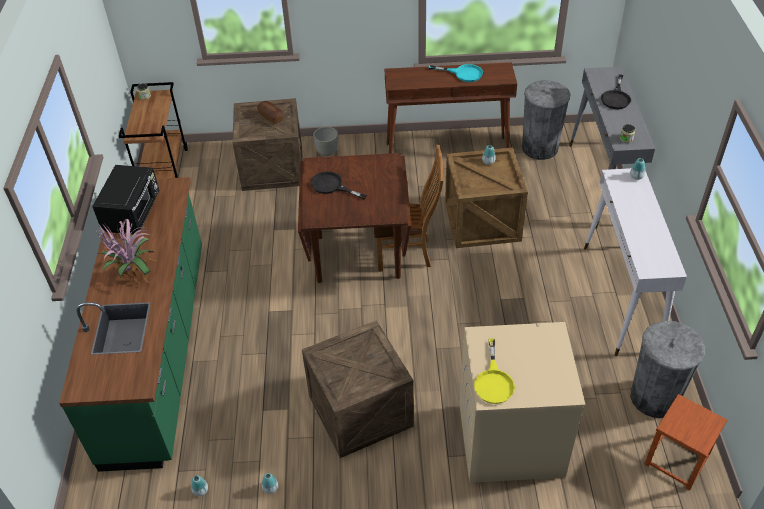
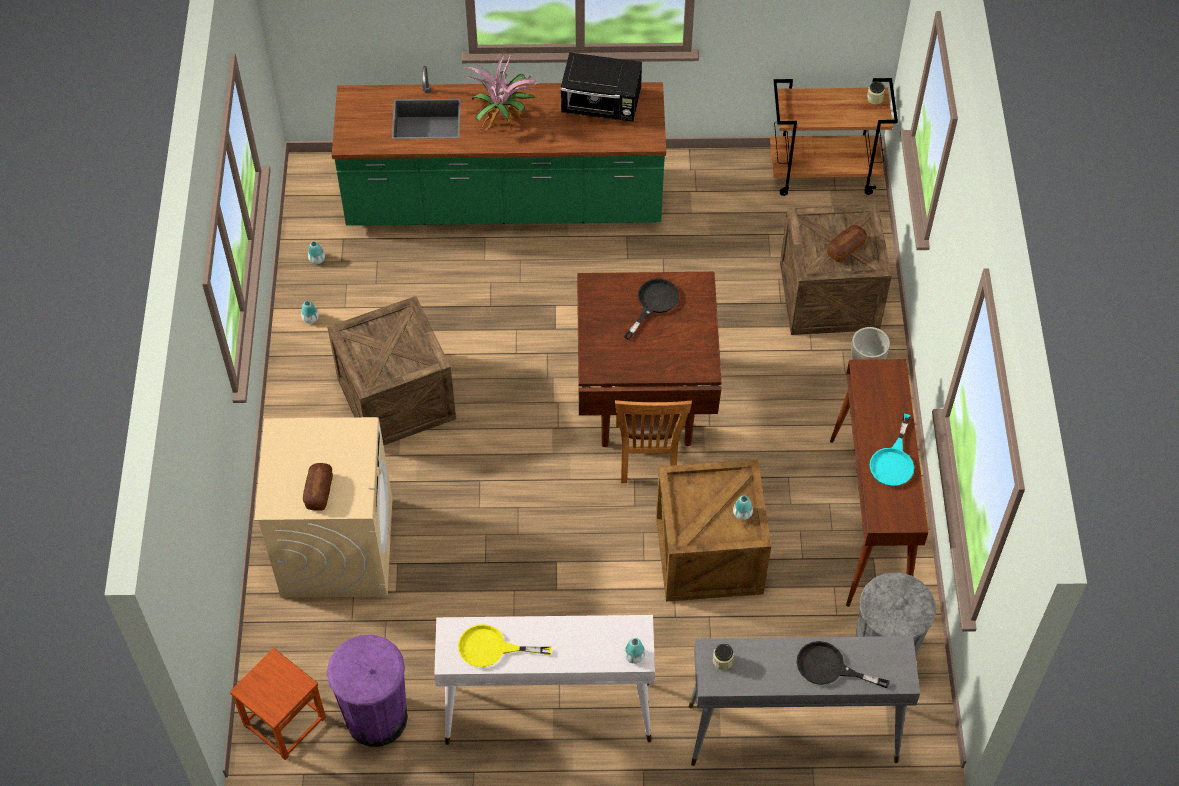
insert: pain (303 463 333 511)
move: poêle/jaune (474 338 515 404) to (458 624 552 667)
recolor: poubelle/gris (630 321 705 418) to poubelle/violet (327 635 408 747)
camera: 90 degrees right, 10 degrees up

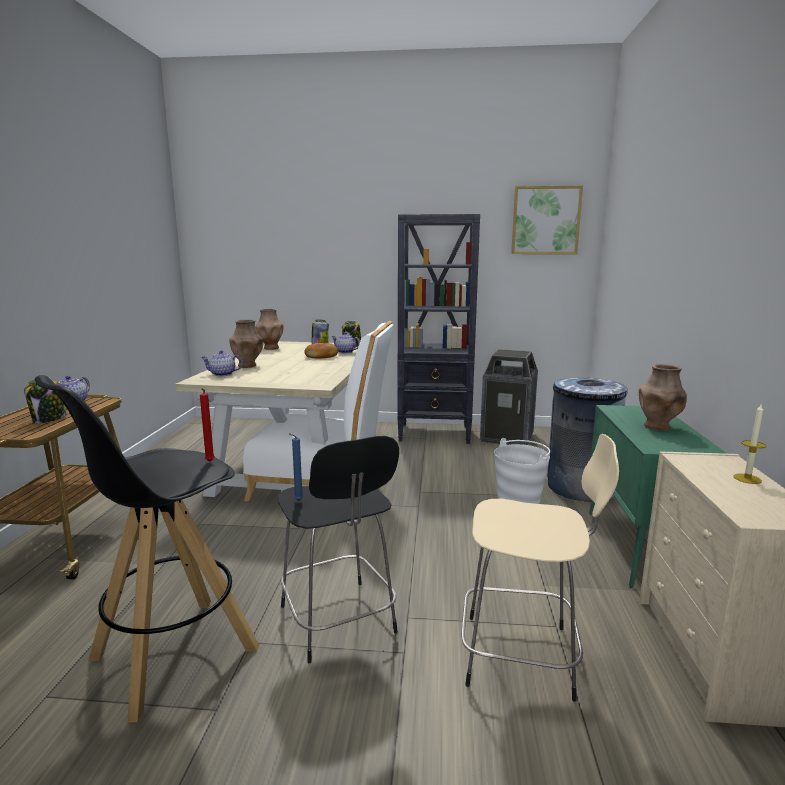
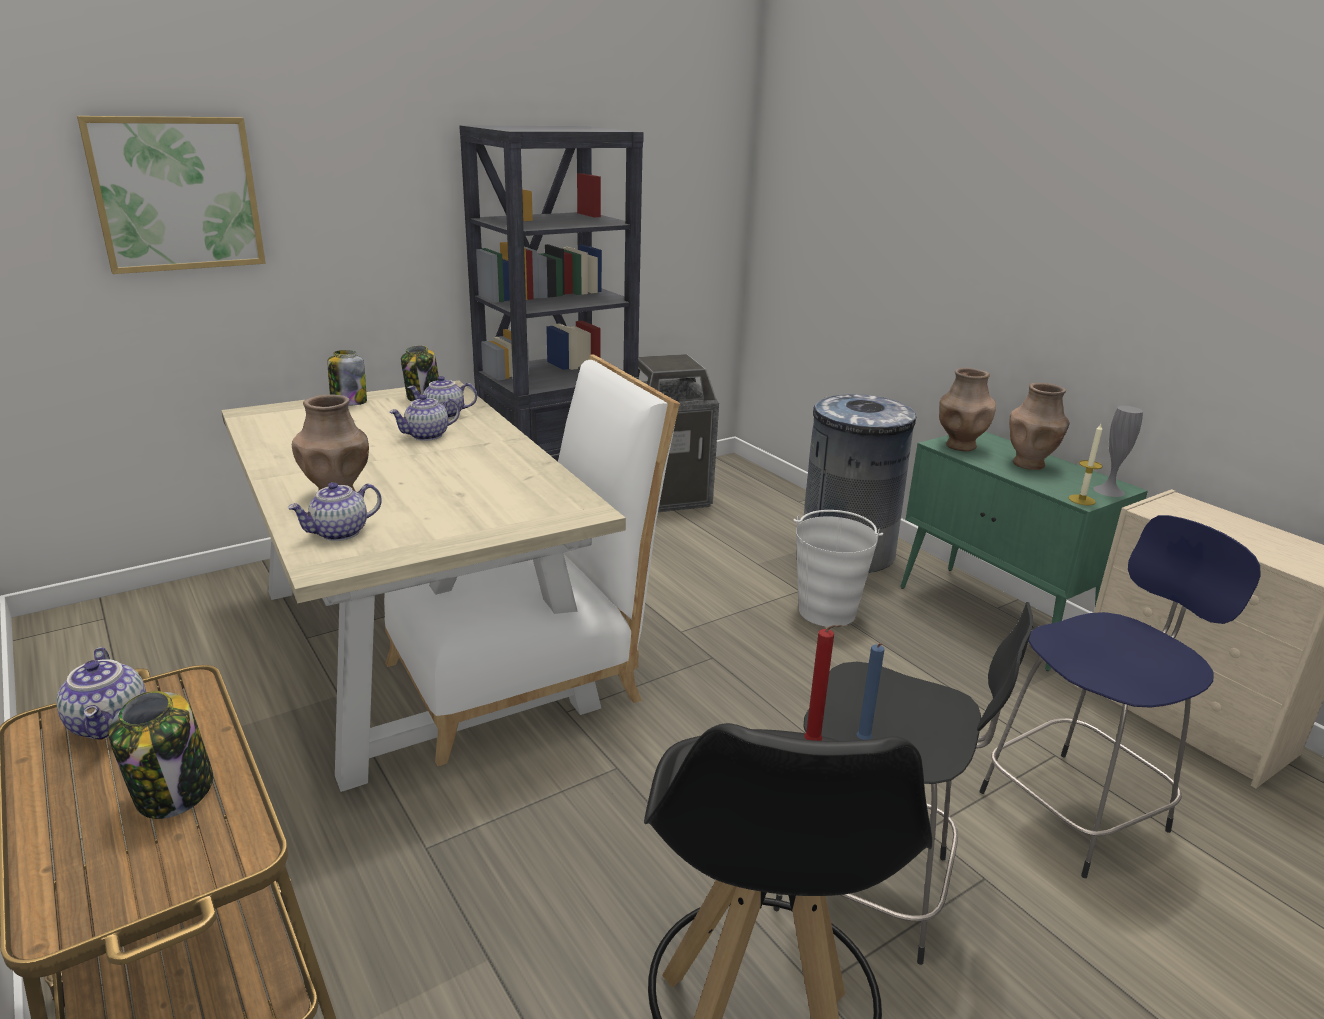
insert: vase/gris (1093 406 1143 497)
move: vase/marron (256 309 283 350) to (939 368 996 451); tableau (511 186 583 254) to (77 116 266 274); bougie (733 404 766 484) to (1068 424 1103 505)
replace: pain (304 343 338 359) to théière (389 395 460 441)
recolor: tabouret/beige (461 434 619 702) to tabouret/bleu (979 515 1260 878)
camera: 40 degrees left, 10 degrees up

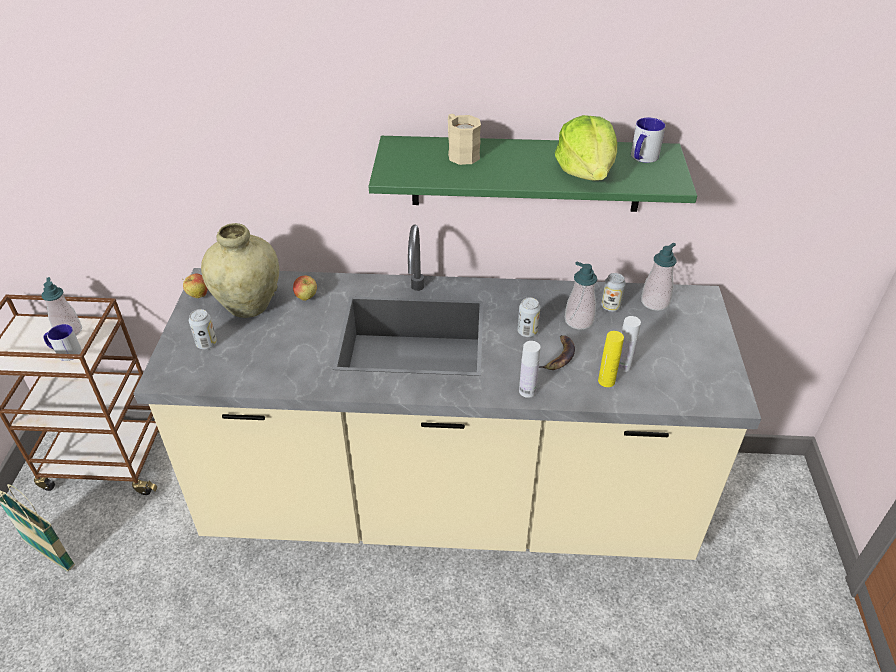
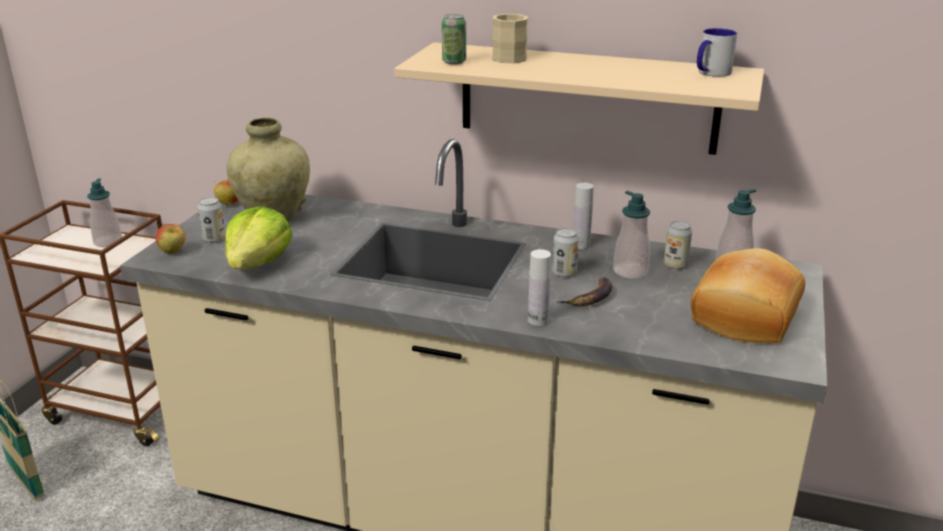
delete: mug (44 324 82 361); bouteille/jaune (598 331 624 387)
insert: boîte métallique (442 14 466 64); pain (691 248 805 343)
move: pomme (293 276 317 301) to (156 224 186 254); laitue (555 115 617 181) to (225 206 293 269); bouteille/blanc (618 316 641 372) to (573 183 594 249)
recolor: étagère/vert (369 136 697 212) to étagère/beige (394 42 764 155)
camera: 15 degrees right, 15 degrees down

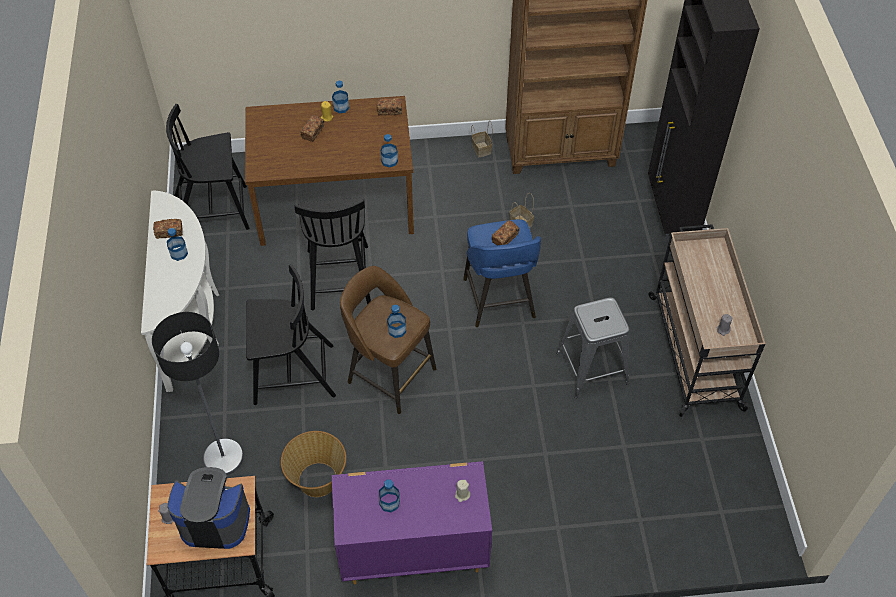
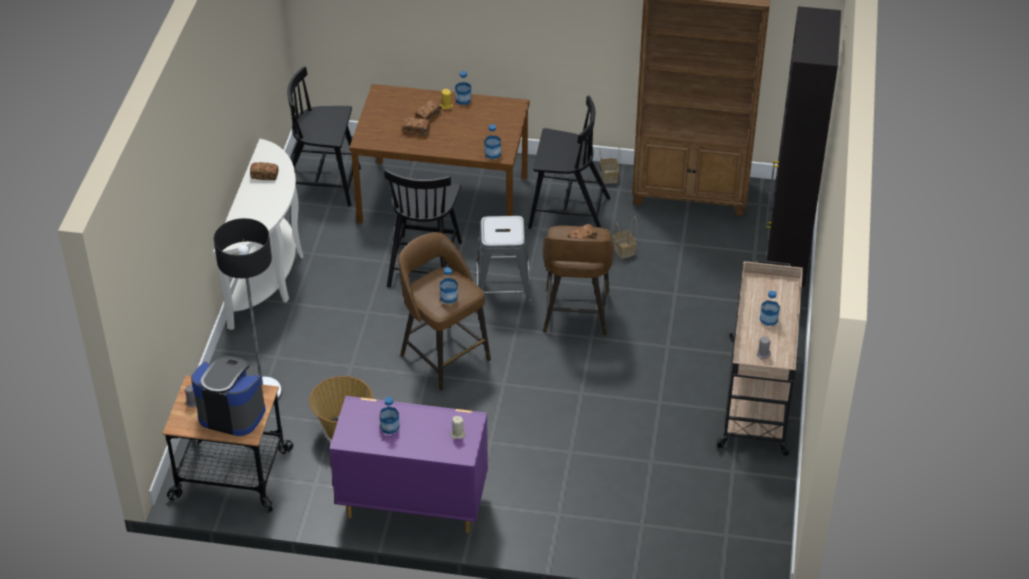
move: bouteille (167 228 188 261) to (760 290 780 326); chaise/noir (246 264 336 405) to (528 96 611 229); pain (377 98 402 116) to (402 117 430 136); tabouret/gris (556 298 629 398) to (475 216 532 313)
recolor: tabouret/bleu (463 219 541 327) to tabouret/marron (543 226 614 335)
camera: 15 degrees right, 10 degrees down

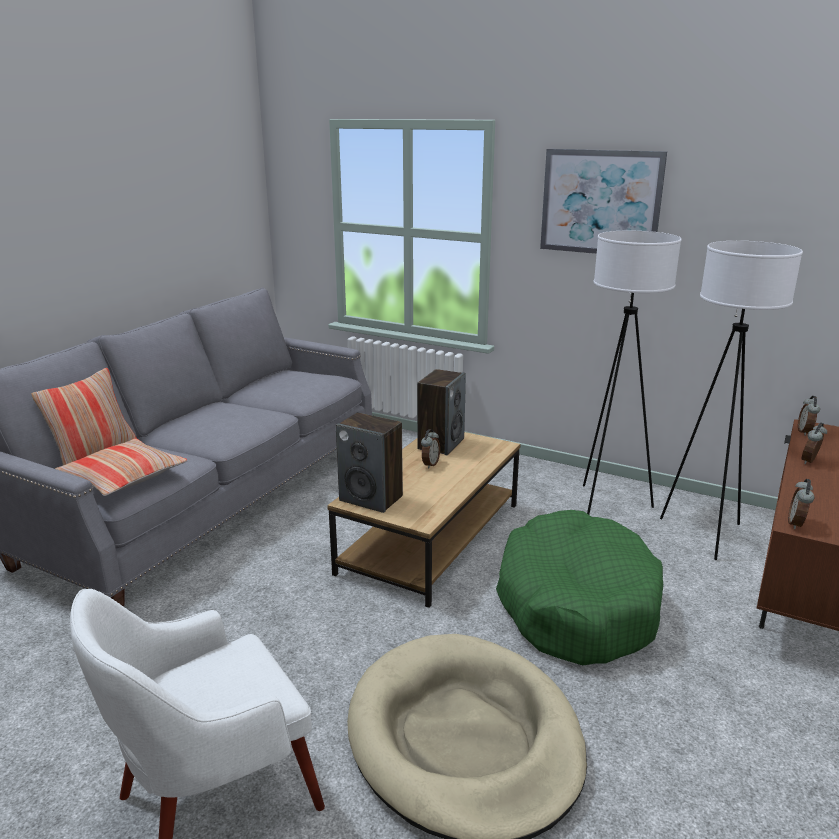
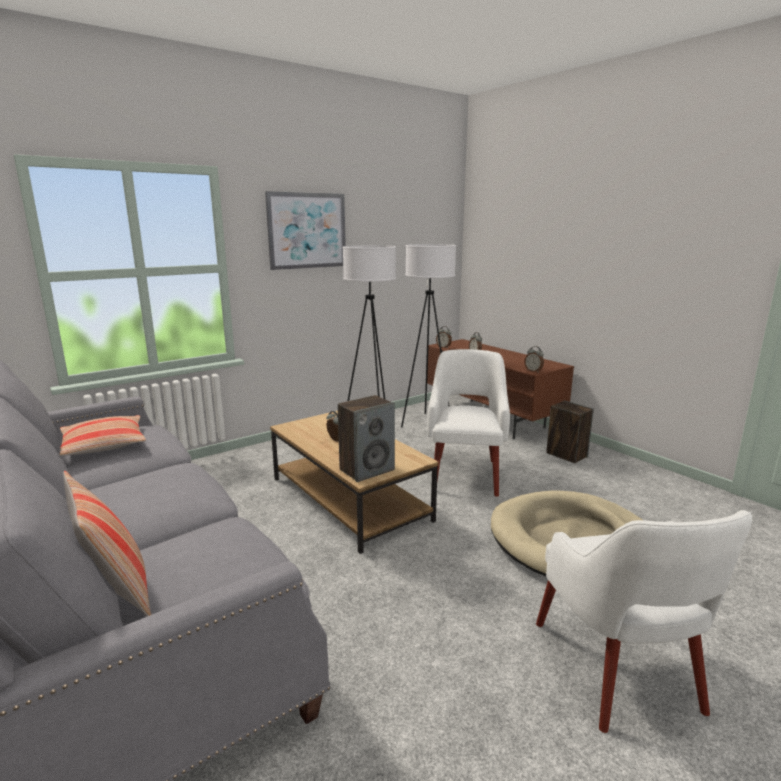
move: coussin (55 438 188 496) to (60 415 146 456); enceinte (417 369 466 455) to (546 400 594 463)
replace: panier pour chien/vert (496 510 663 665) to fauteuil/blanc (427 349 510 497)
camera: 65 degrees left, 5 degrees down

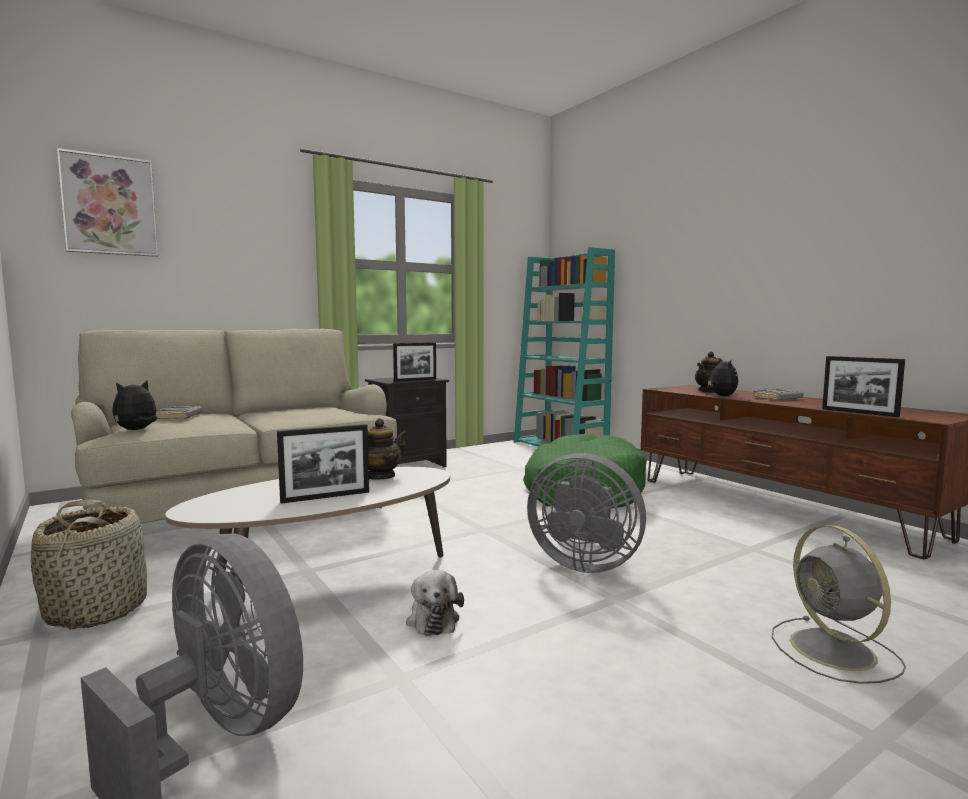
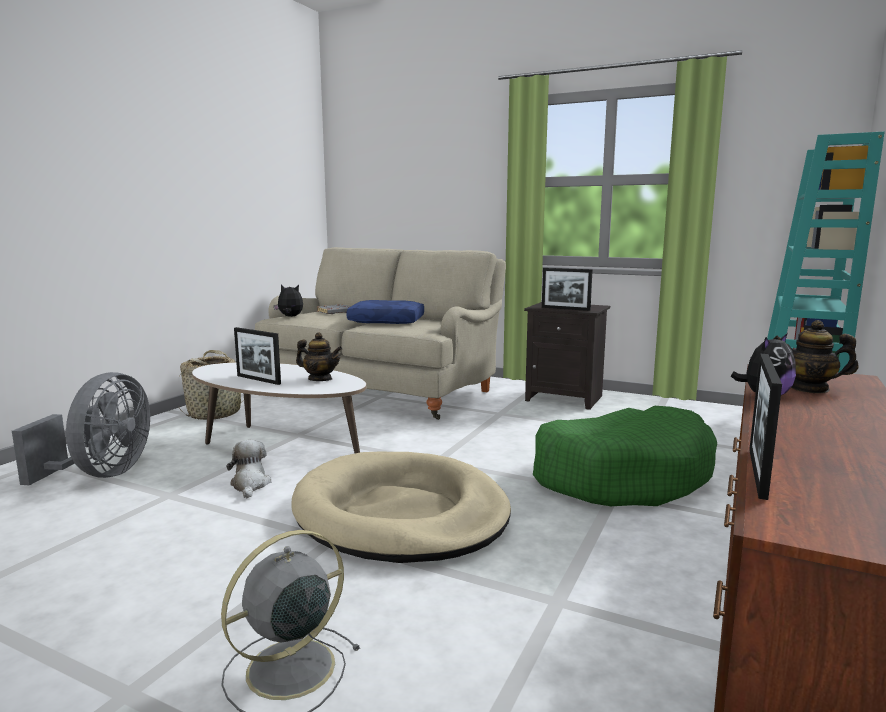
delete: tableau (57 148 158 257); livre/gris (753 388 803 400)
insert: coussin/bleu (346 300 424 324)
replace: ventilateur/gris (527 453 646 573) to panier pour chien/beige (291 452 511 563)
rotate: peluche (406 570 464 636) = (226 440 272 499) 120 degrees clockwise
camera: 60 degrees right, 5 degrees up

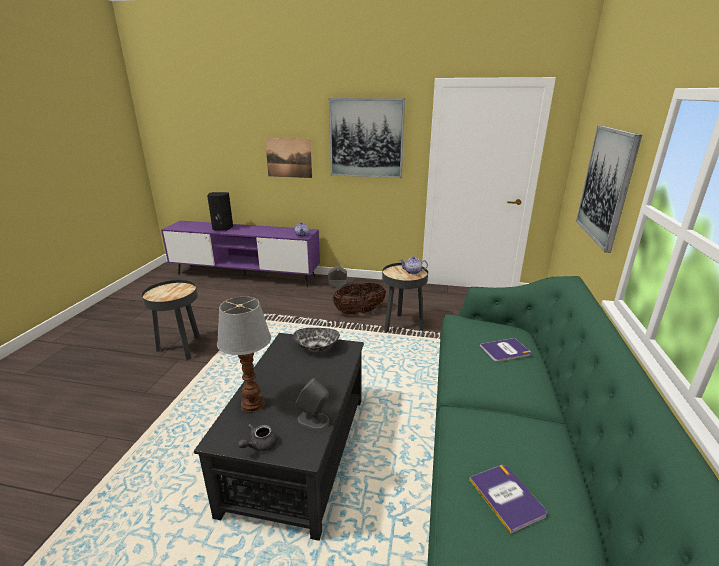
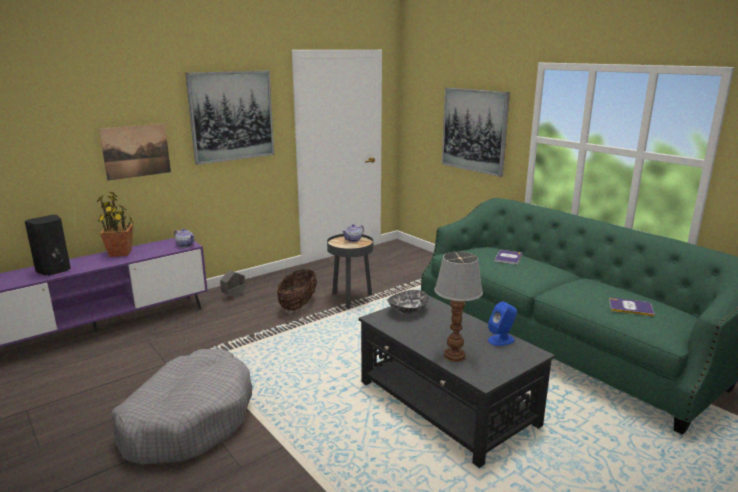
delete: théière/gris (238 424 277 452)
insert: plante en pot (97 192 133 257)
replace: table d'appoint/noir (142 280 200 360) to panier pour chien/gris (112 349 252 465)
recolor: enceinte/gris (295 378 330 430) to enceinte/bleu (488 302 517 346)
camera: 50 degrees left, 5 degrees down

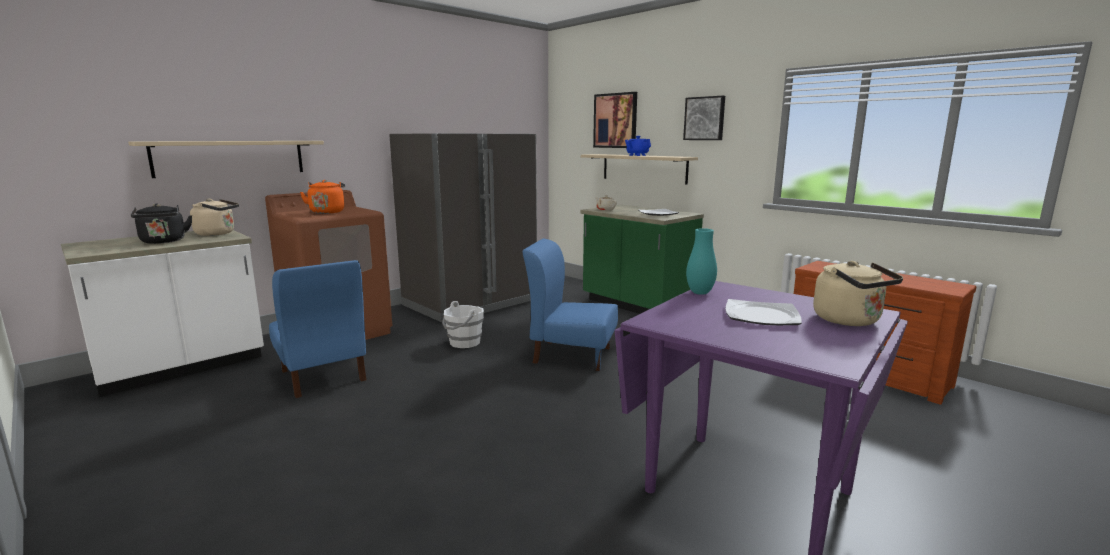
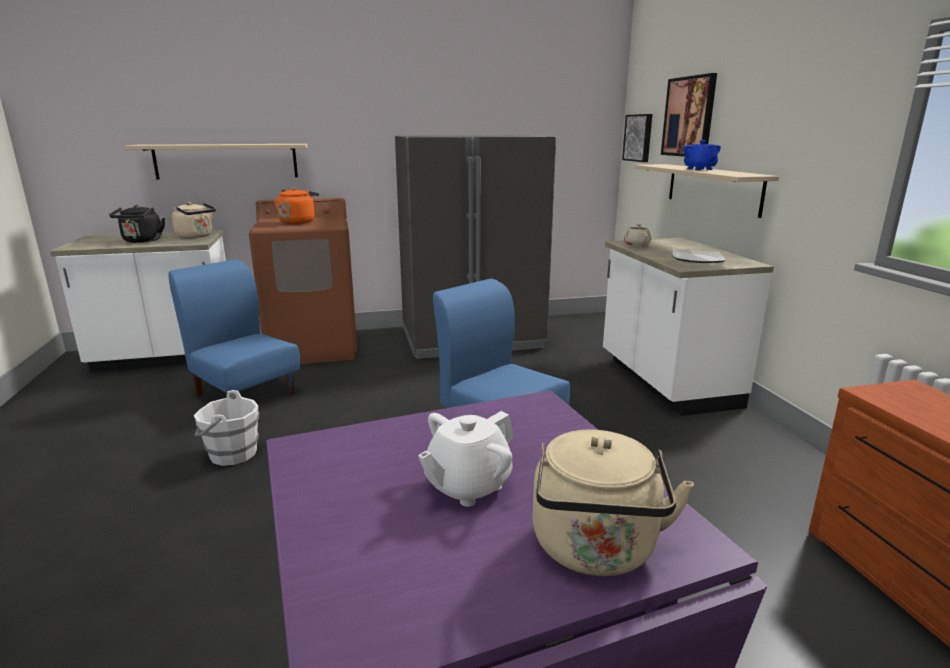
delete: vase/turquoise (686 228 717 295)
move: seau/blanc (442 301 484 348) to (194 390 259 466); tableau (683 96 725 140) to (622 114 652 162)
replace: assiette (725 299 802 325) to théière/blanc (418 411 514 507)
recolor: comptoir de cuisine/vert (580 205 704 314) to comptoir de cuisine/blanc (603 238 774 416)
rotate: chaise/bleu (269 260 366 398) = (168 259 300 397) 135 degrees clockwise
camera: 30 degrees right, 5 degrees up

